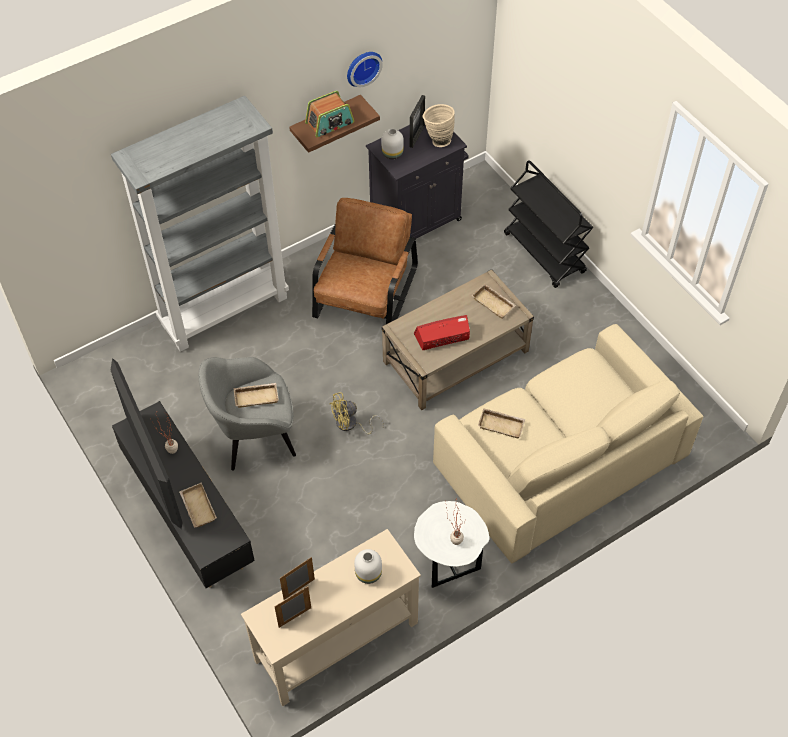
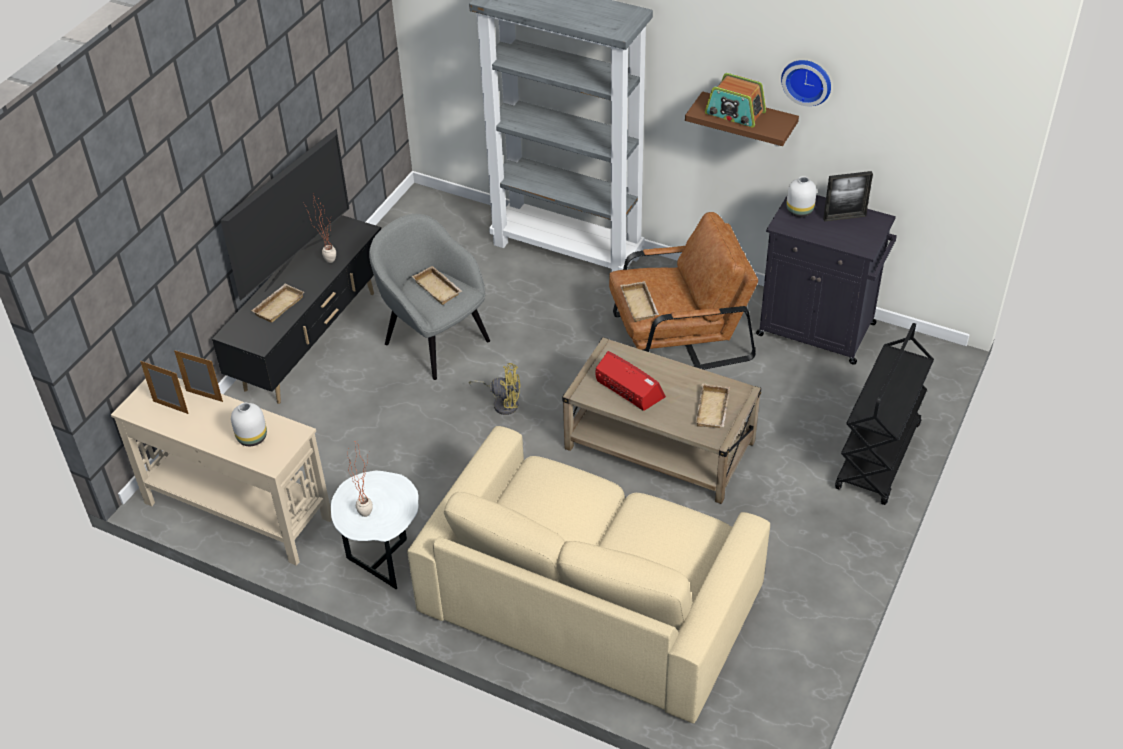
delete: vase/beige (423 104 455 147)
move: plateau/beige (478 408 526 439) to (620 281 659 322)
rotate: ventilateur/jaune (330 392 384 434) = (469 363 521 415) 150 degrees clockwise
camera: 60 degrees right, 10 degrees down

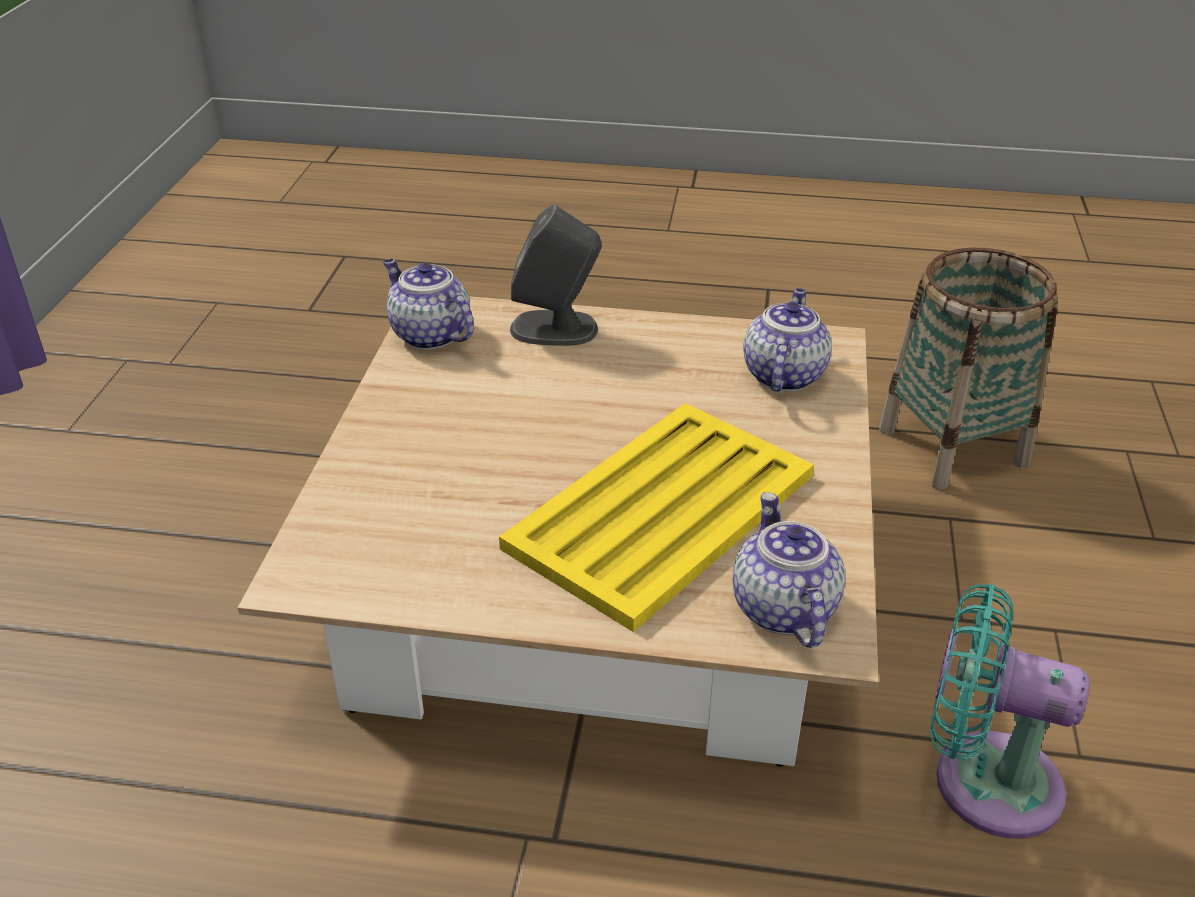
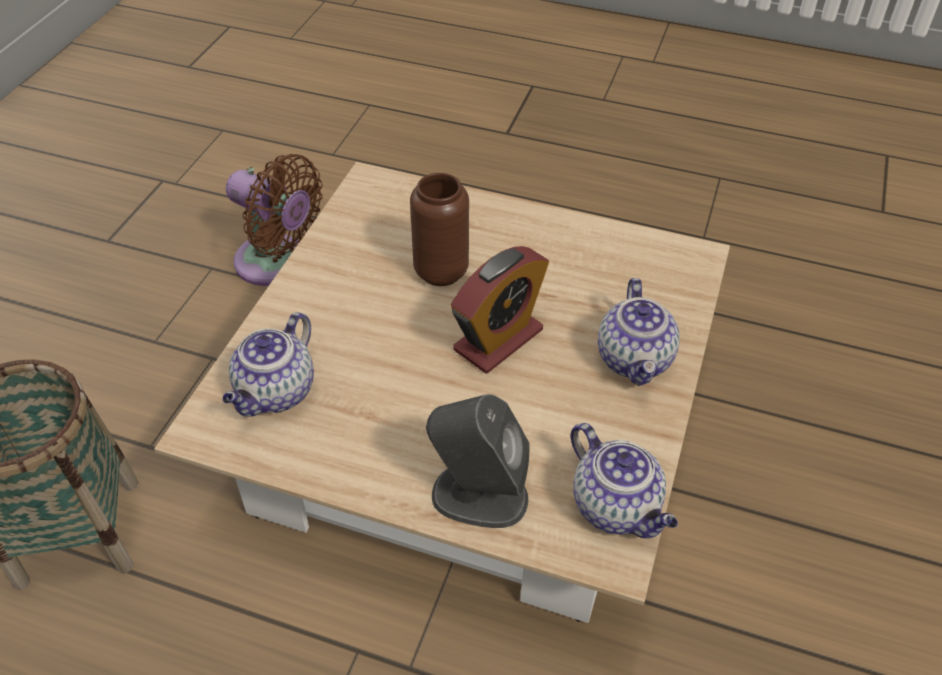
insert: réveil (451 246 549 373)
move: théière (733 492 845 648) to (598 278 680 386)
replace: plateau/jaune (499 403 814 632) to vase/marron (410 173 469 286)
recolor: ventilateur/turquoise (930 584 1090 838) to ventilateur/marron (226 154 323 286)
camera: 170 degrees left, 10 degrees up

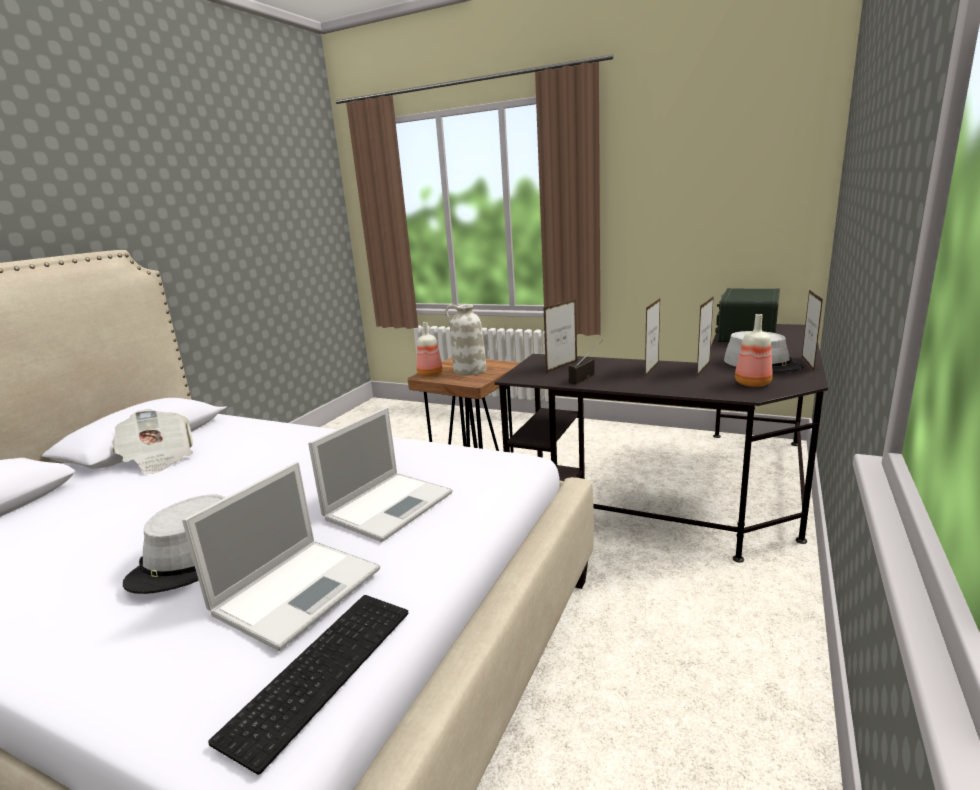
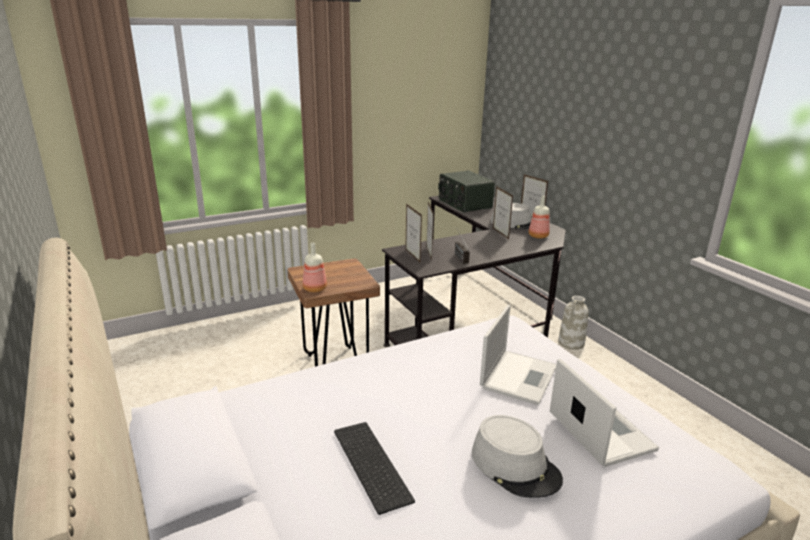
delete: journal (112 409 193 474)
move: clavier (208 595 408 775) to (334 422 415 515); vase/blanc (445 304 486 376) to (558 296 589 350); cadre photo (645 298 660 377) to (405 204 422 262)
rotate: ordinateur portable (308 407 453 542) = (480 305 556 405) 45 degrees clockwise
camera: 55 degrees left, 5 degrees up

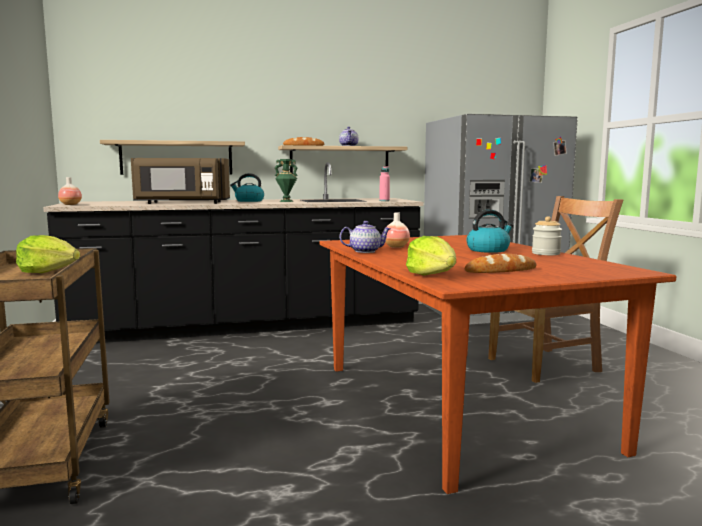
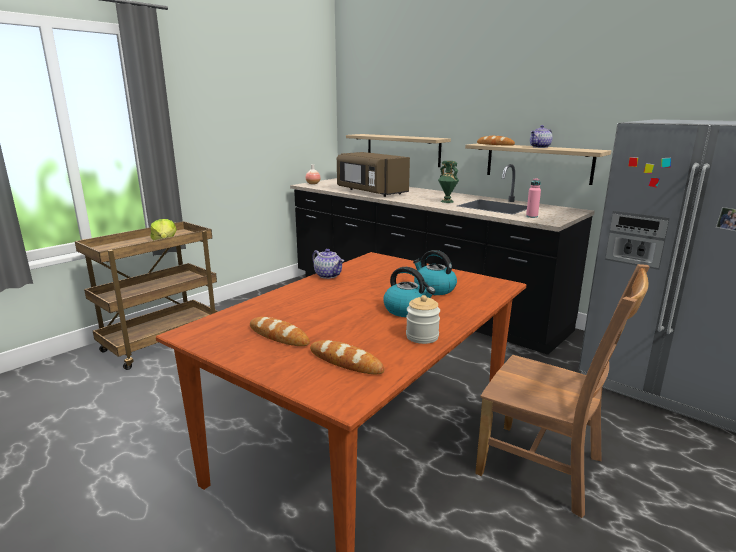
delete: vase (385 212 410 248); laitue (406 236 456 276)
insert: pain (310 340 385 374)
move: bouilloire (230 173 264 202) to (413 250 457 295)
camera: 55 degrees right, 10 degrees up

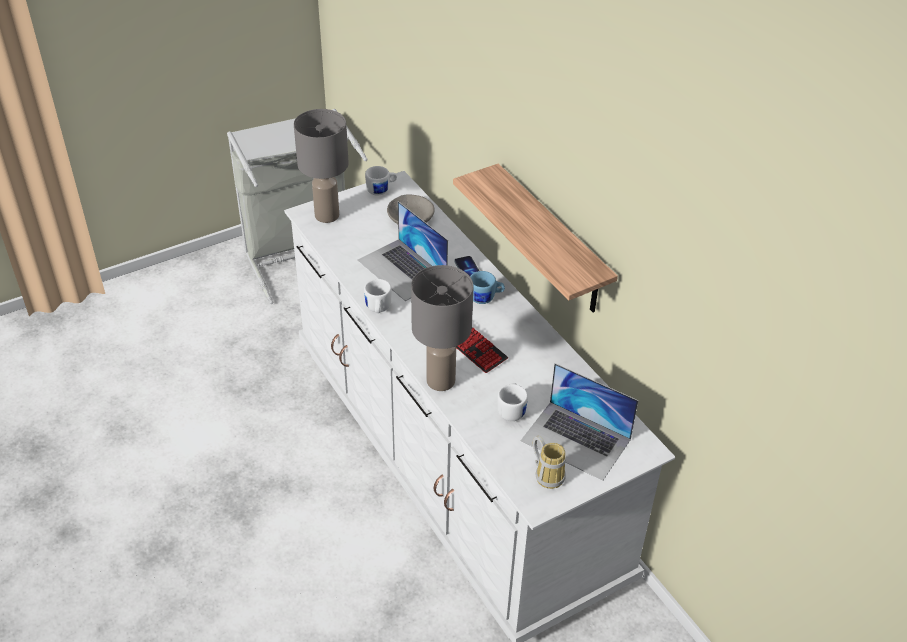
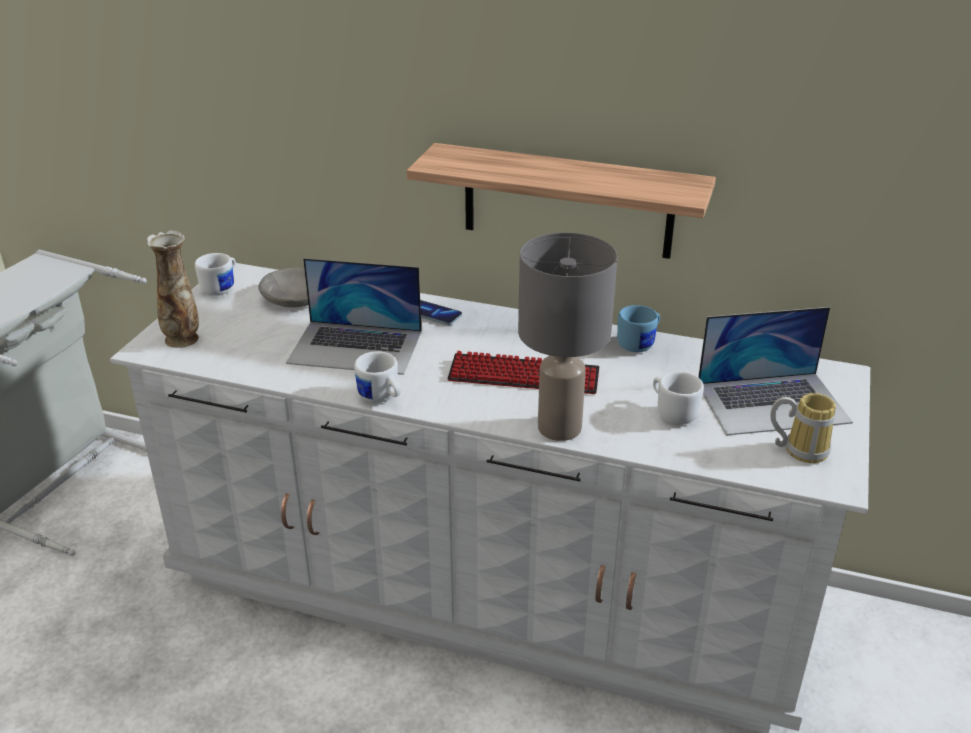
move: mug/bleu (470 271 505 304) to (617 305 660 352)
replace: lampe de table/gris (294 109 349 223) to vase (147 230 199 348)
camera: 40 degrees left, 10 degrees down

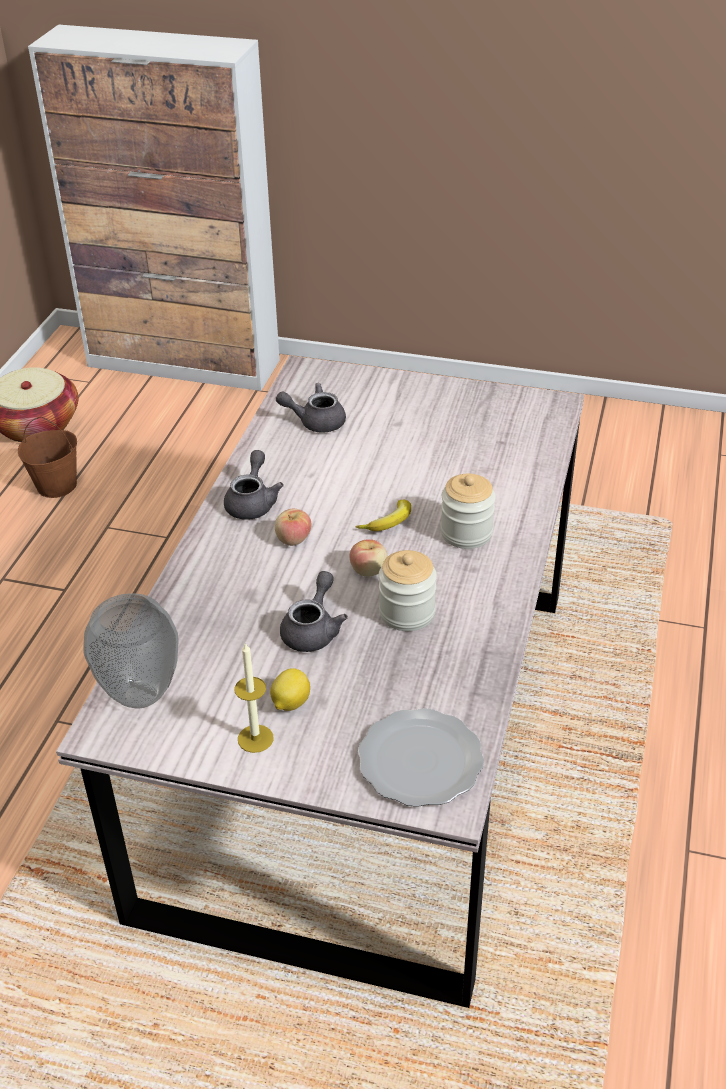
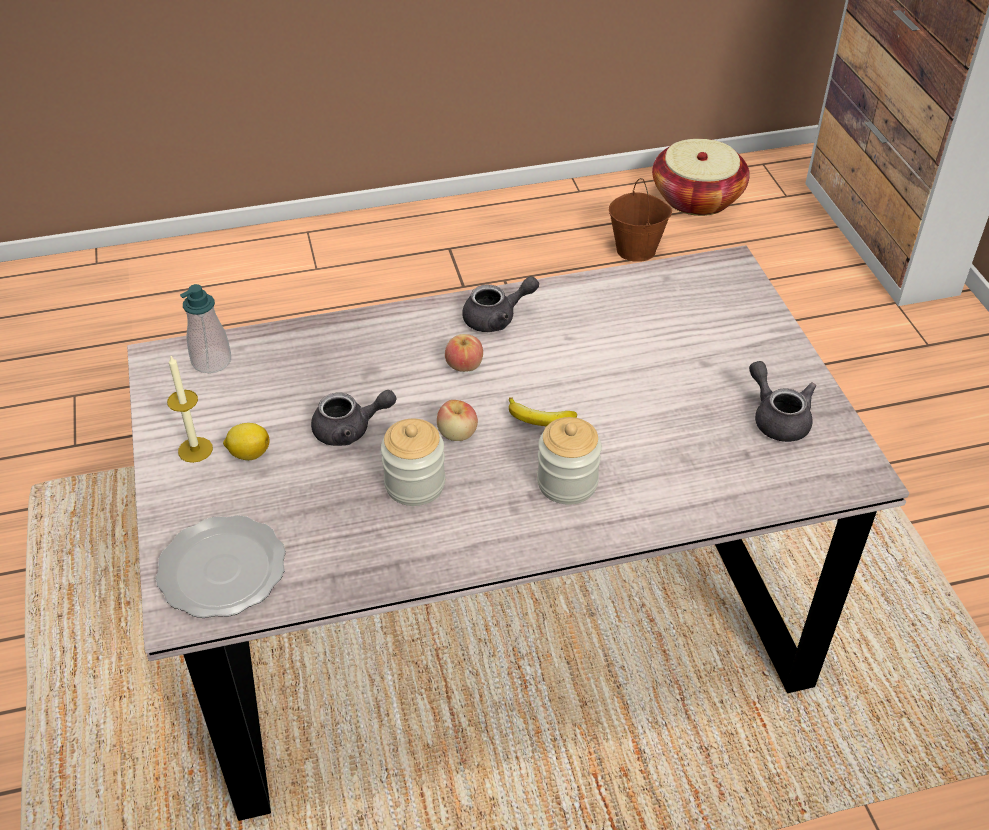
move: théière/gris (276 383 346 433) to (749 361 816 442)
replace: vase (83 593 179 708) to distributeur de savon (180 284 231 373)
camera: 60 degrees right, 5 degrees up

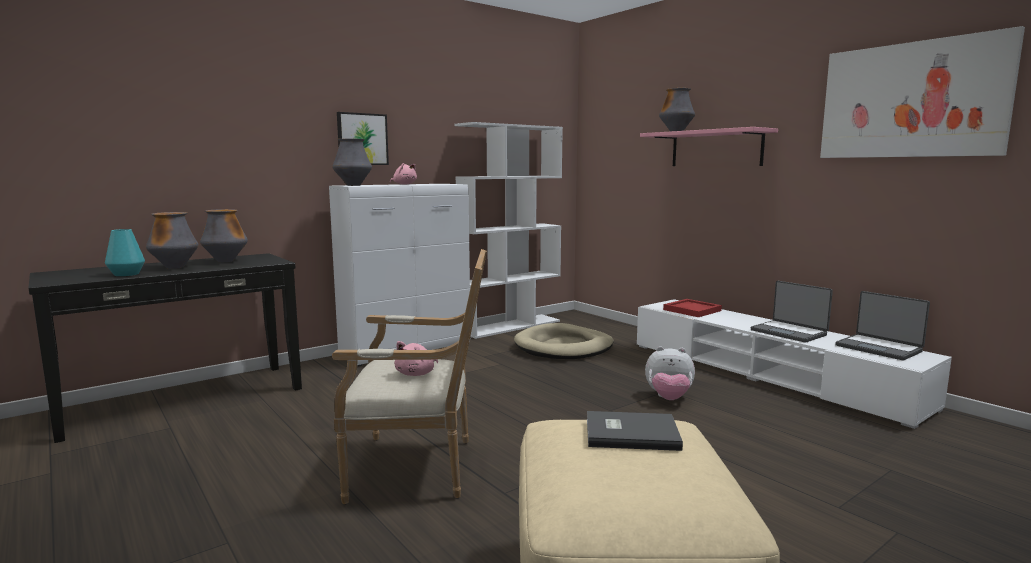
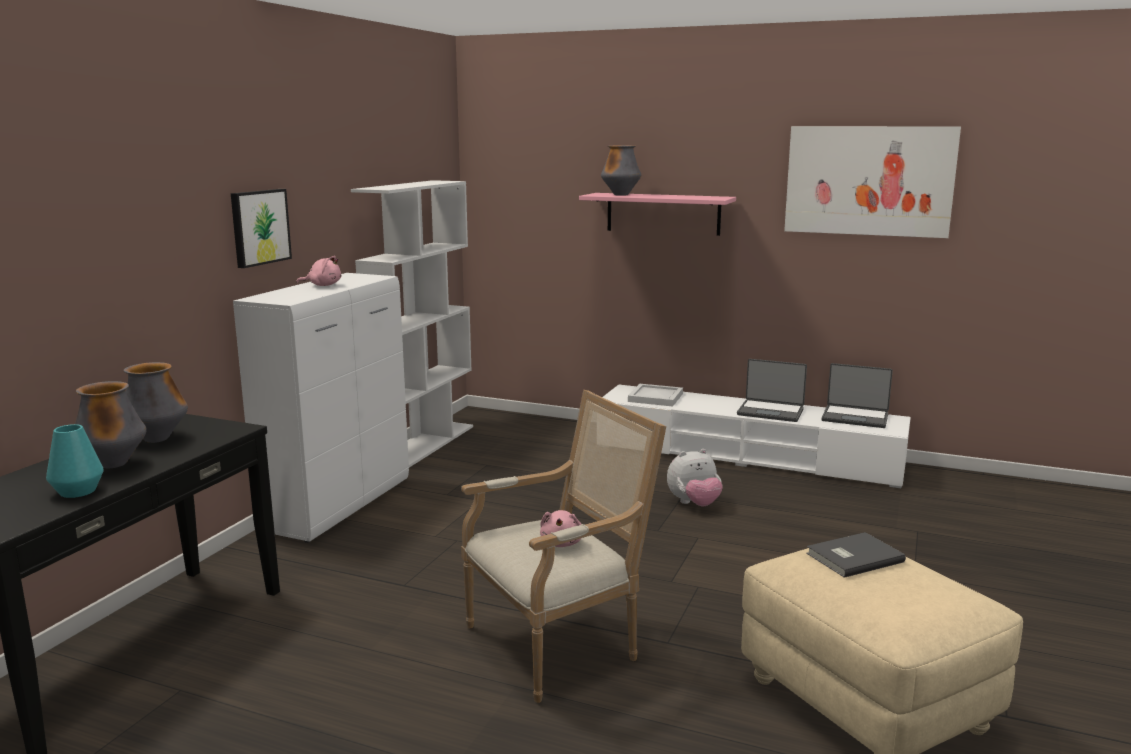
delete: vase (332 139 372 186); panier pour chien/beige (514 323 614 359)
recolor: plateau/rouge (663 299 722 317) to plateau/blanc (628 384 683 406)
camera: 30 degrees left, 5 degrees up

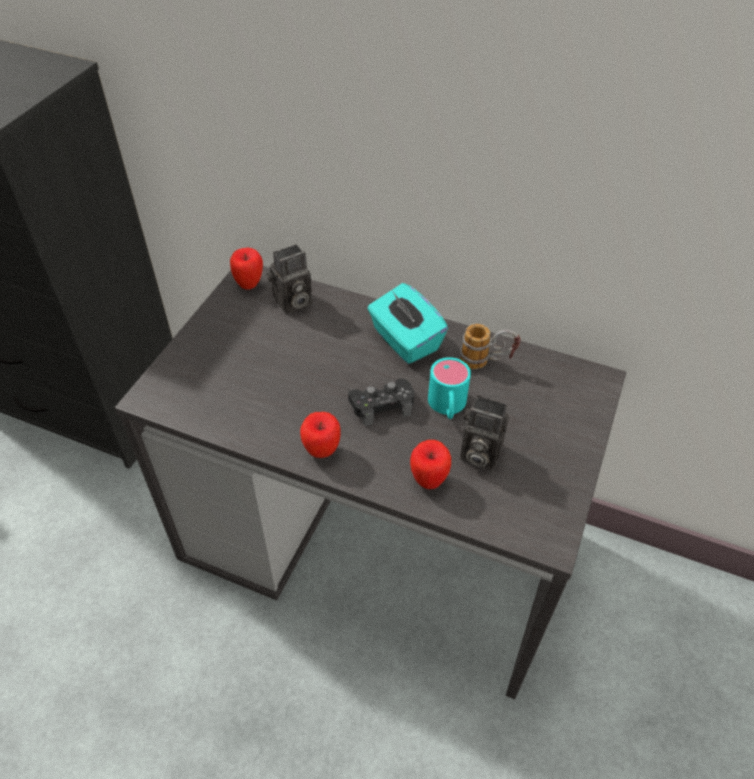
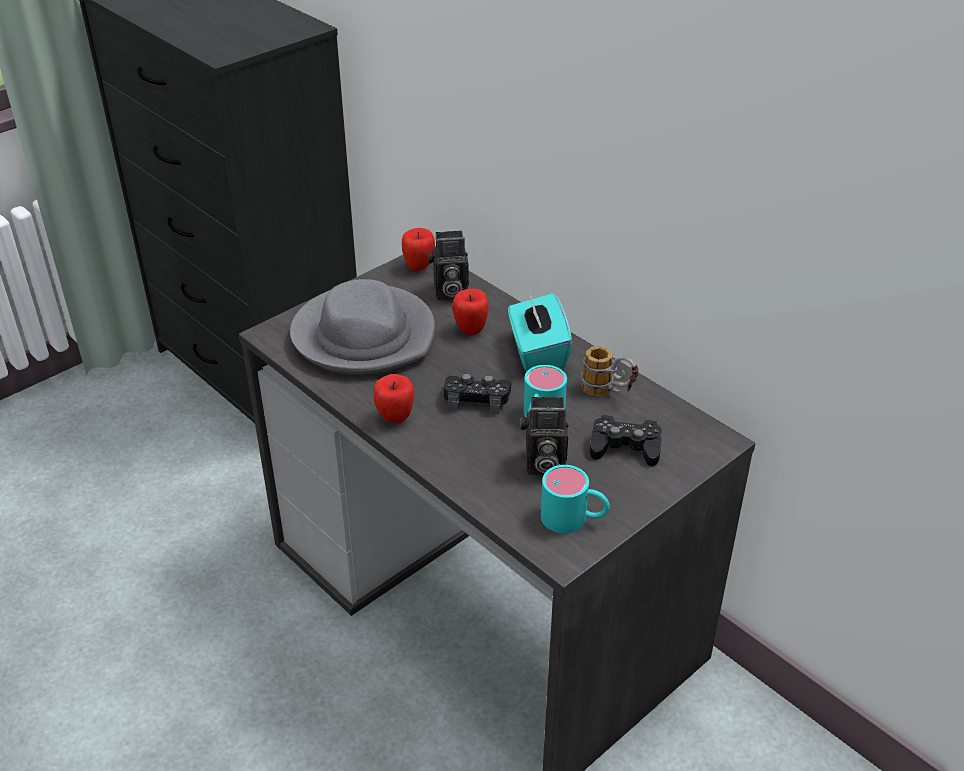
insert: chapeau/gris (290 279 435 375); mug/turquoise (541 465 610 534); manette/noir (590 414 662 467)
move: pomme (410 440 451 489) to (452 289 489 336)
rotate: appareil photo (460 395 509 470) = (520 397 569 475) 45 degrees counterclockwise
camera: 25 degrees right, 10 degrees down

